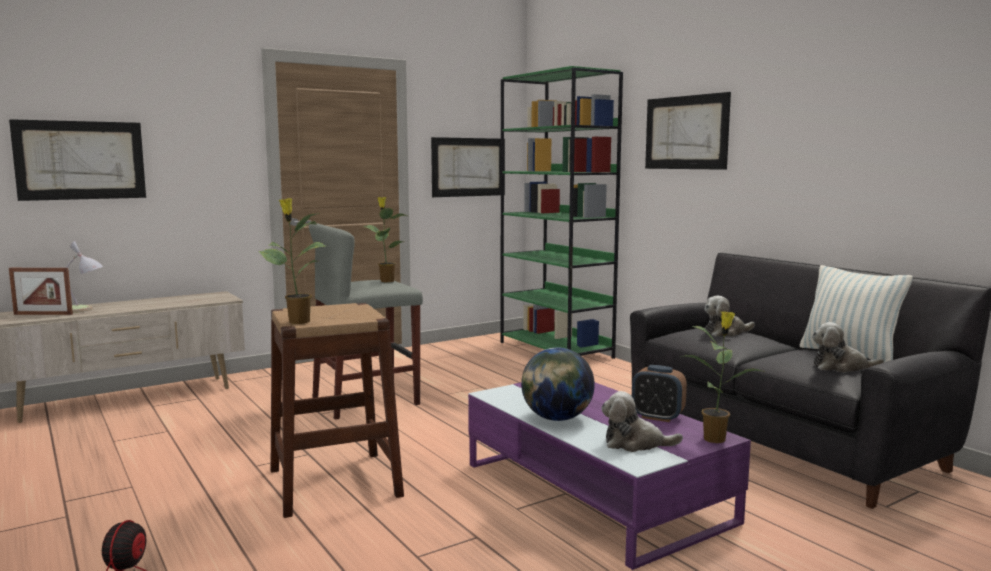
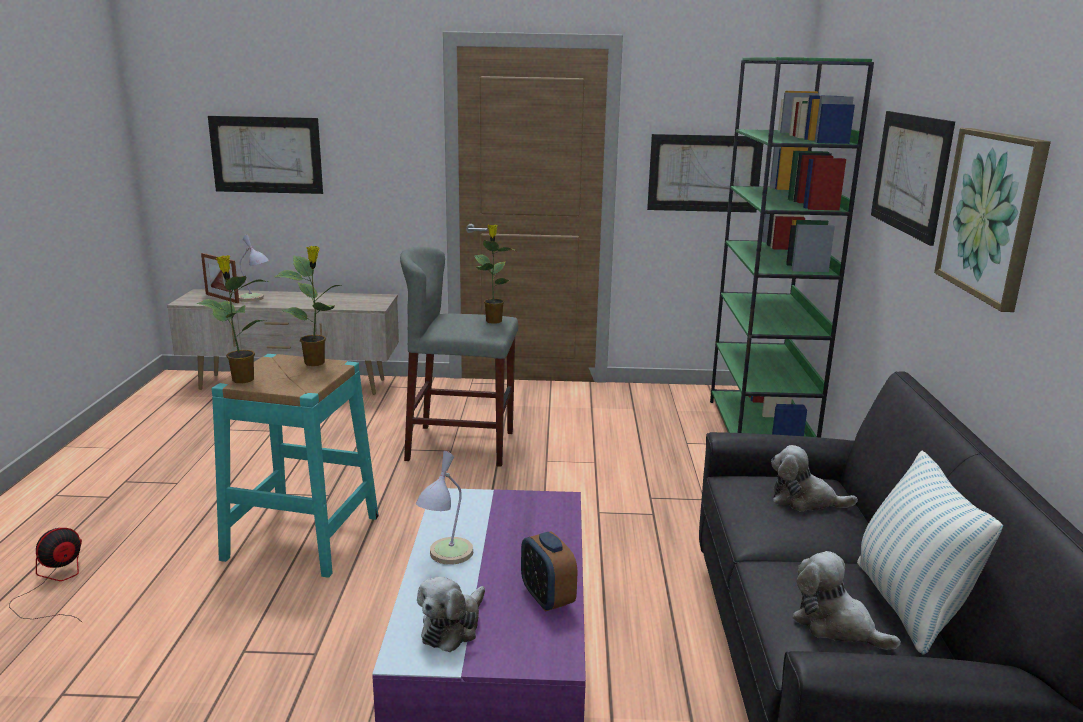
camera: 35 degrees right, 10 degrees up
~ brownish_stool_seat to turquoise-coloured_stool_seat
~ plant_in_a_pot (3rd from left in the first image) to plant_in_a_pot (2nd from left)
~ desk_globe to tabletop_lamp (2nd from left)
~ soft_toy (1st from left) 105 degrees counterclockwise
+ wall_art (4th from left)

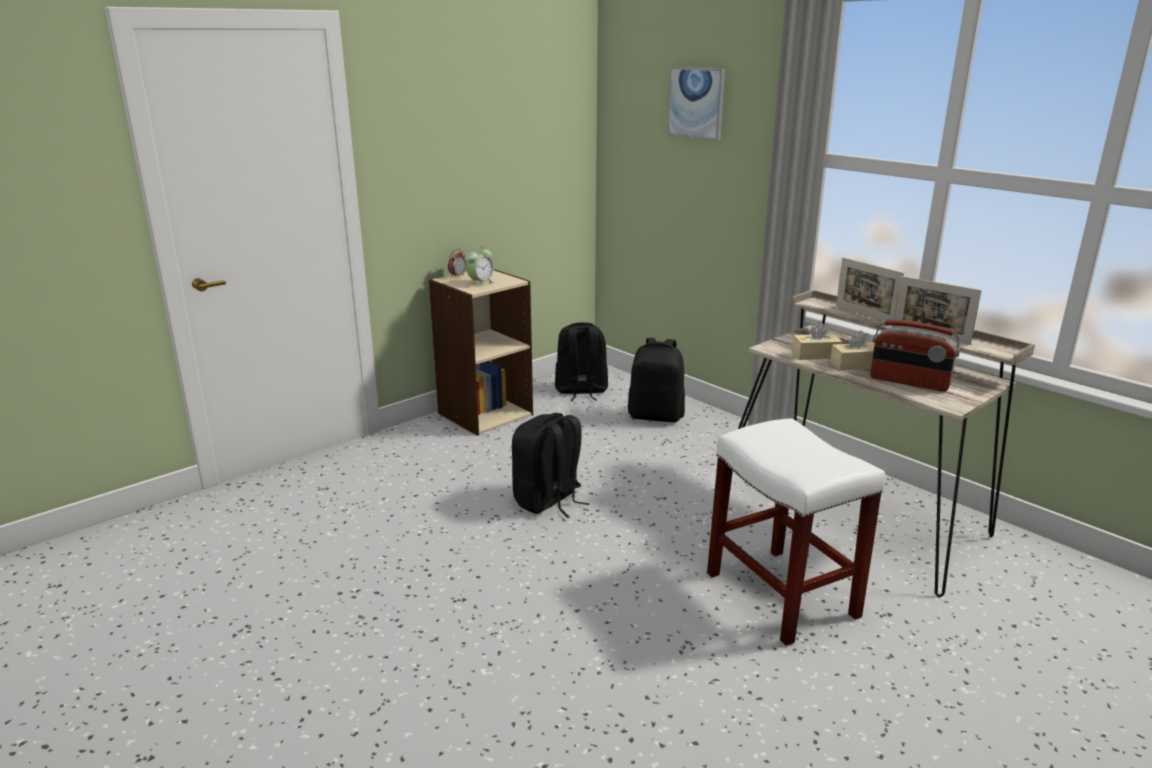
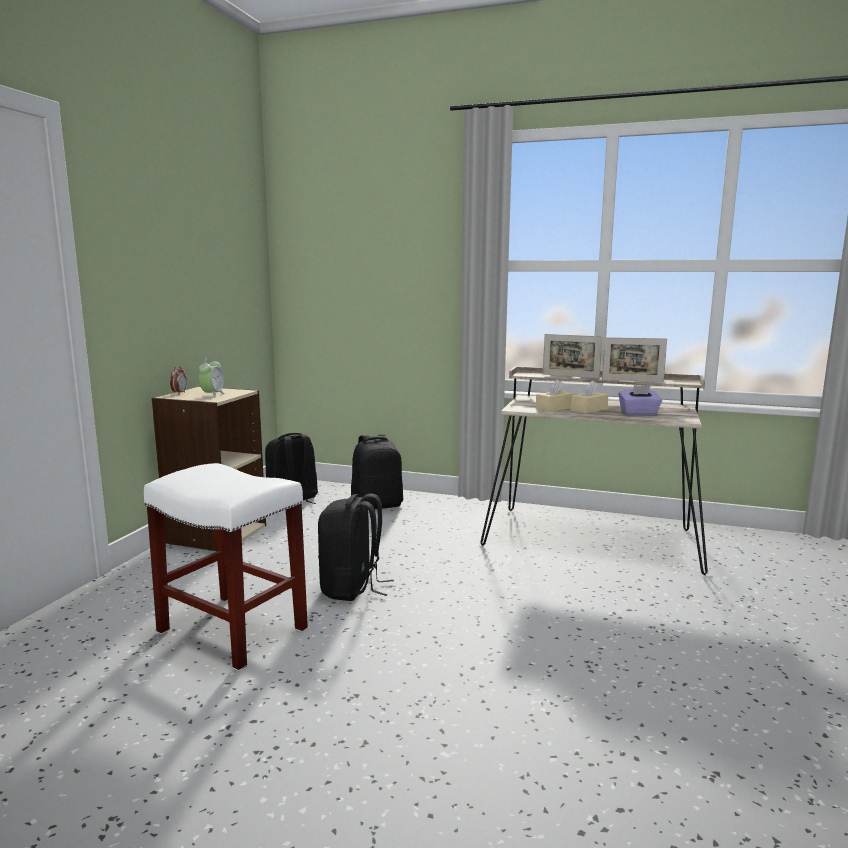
camera: 30 degrees left, 10 degrees down
~ white-coloured_stool_seat
~ radio_receiver to purple-coloured_tissue_box
- wall_art

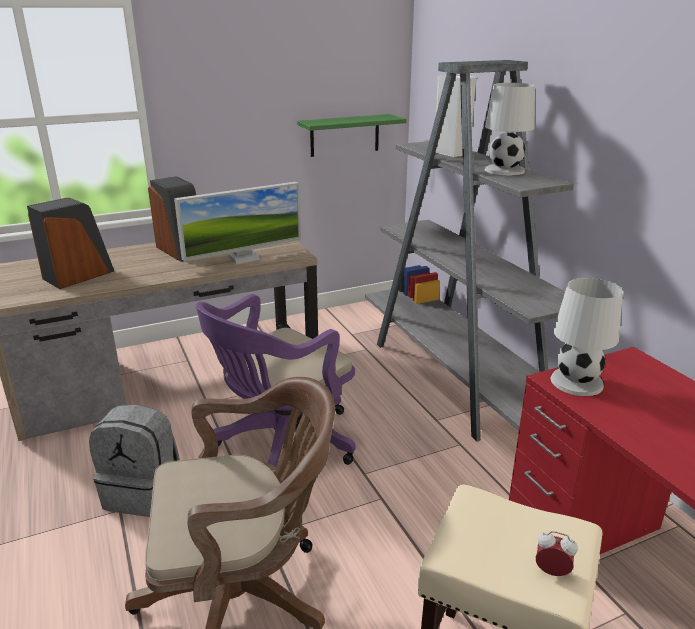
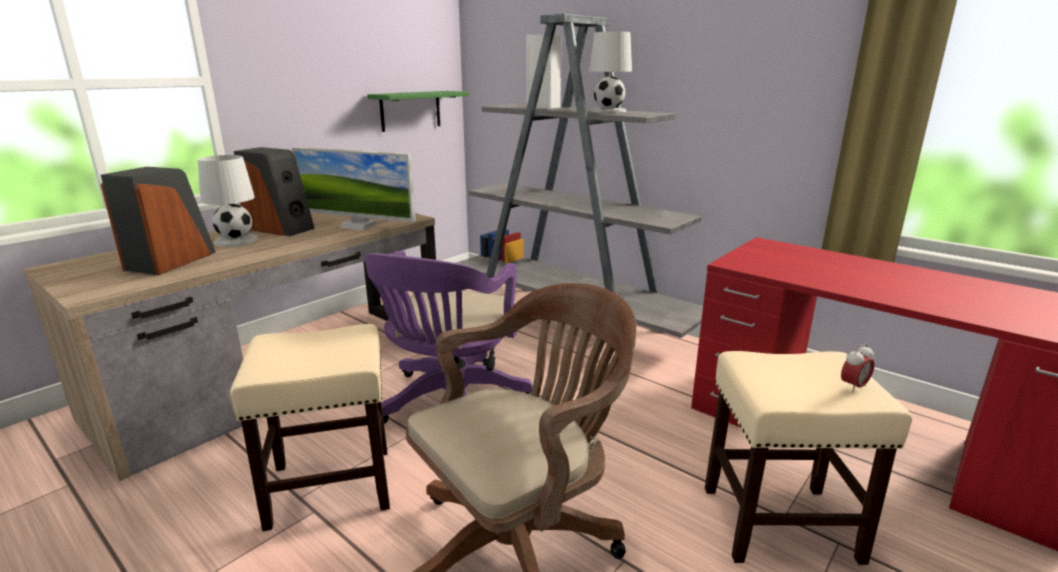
camera: 25 degrees left, 5 degrees down
~ white-coloured_tabletop_lamp (2nd from left in the first image) to white-coloured_tabletop_lamp (1st from left)
~ greyish_backpack to beige_stool_seat (1st from left)
~ computer_screen 75 degrees clockwise
~ alarm_clock 150 degrees clockwise

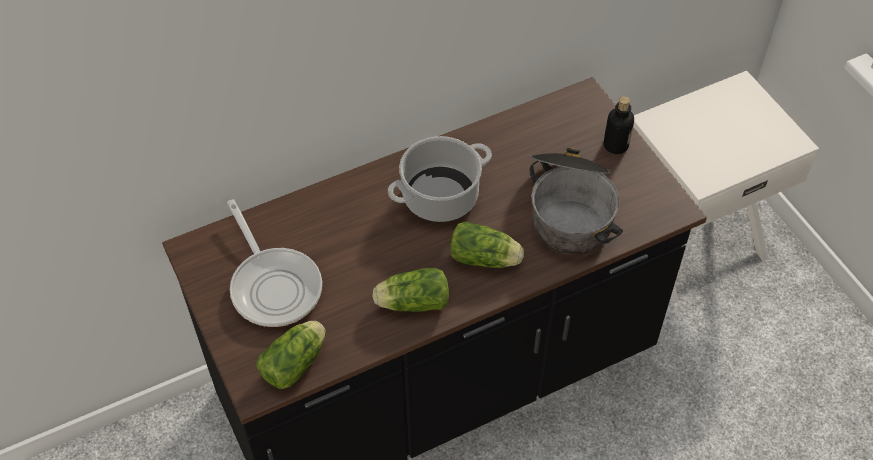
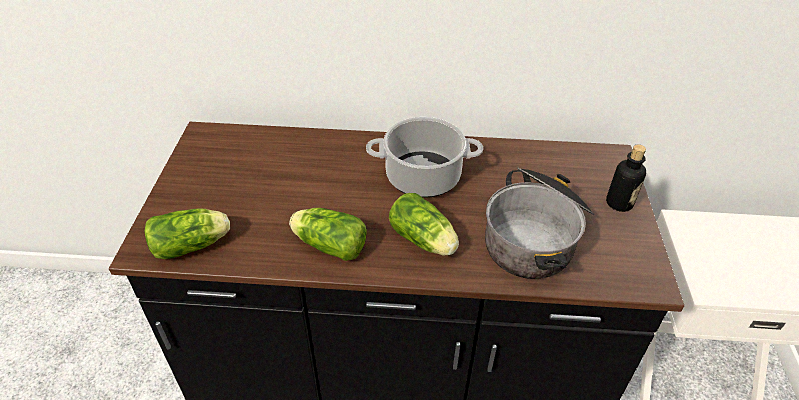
camera: 30 degrees right, 10 degrees down
- frying_pan

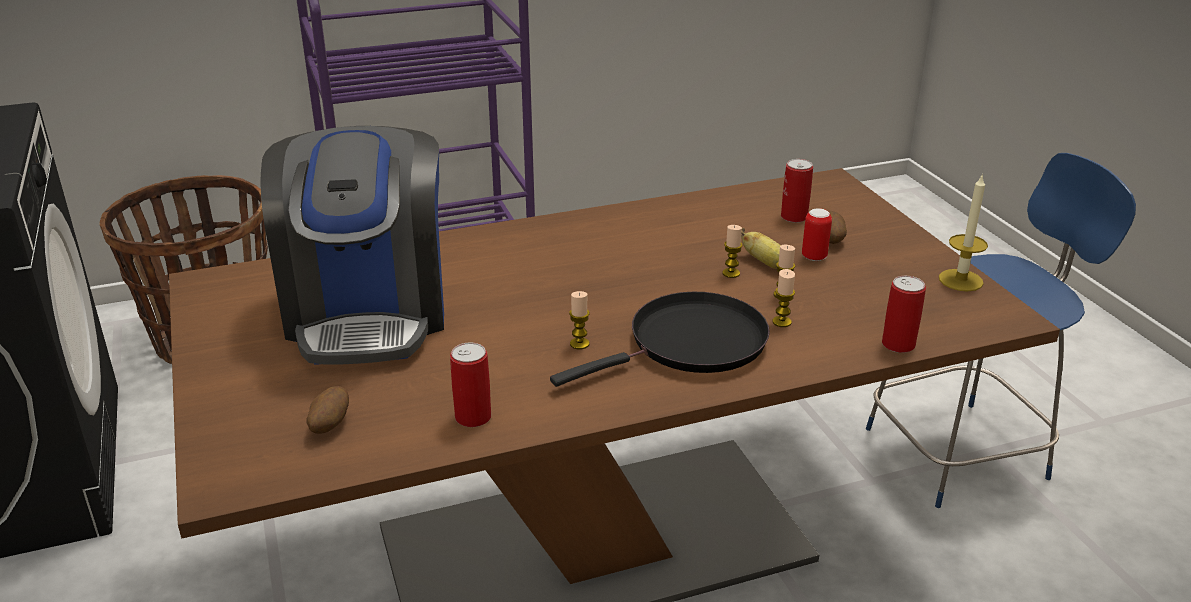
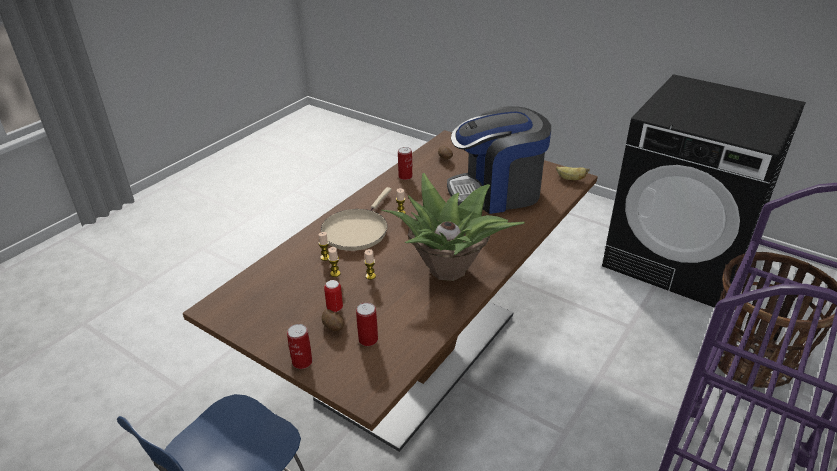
camera: 145 degrees right, 5 degrees up
~ can (4th from left in the first image) to can (1st from left)
~ black-coloured_frying_pan to beige_frying_pan
+ plant_in_a_pot
~ coffee_brewer 60 degrees counterclockwise
~ banana_fruit
- wax_light (5th from left)

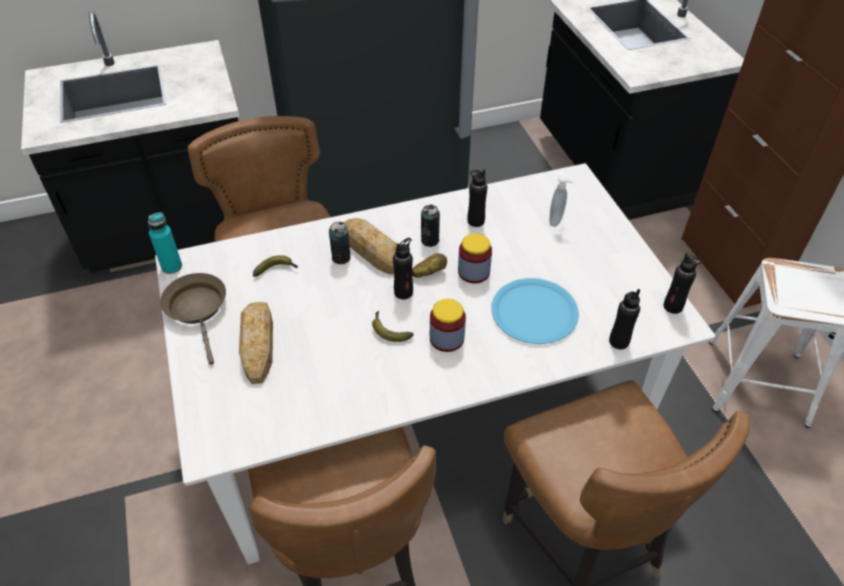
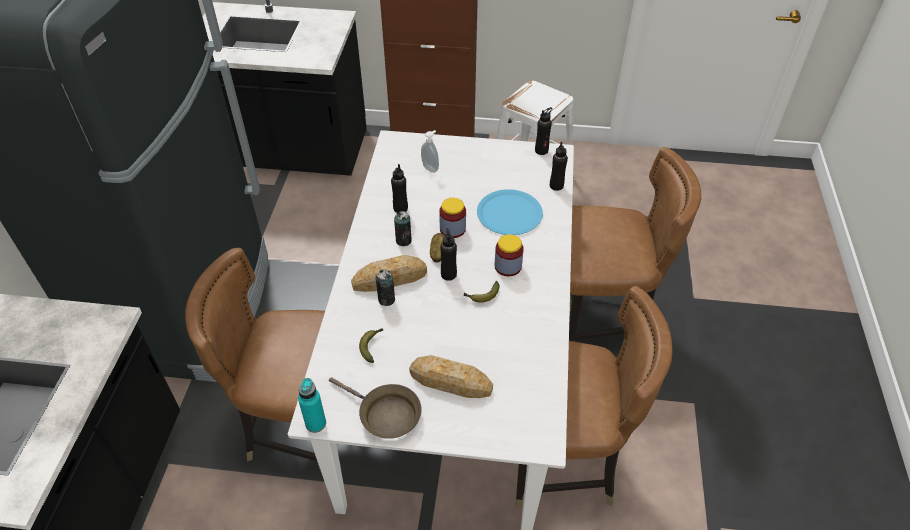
camera: 65 degrees left, 0 degrees up
~ brownish_frying_pan 150 degrees counterclockwise

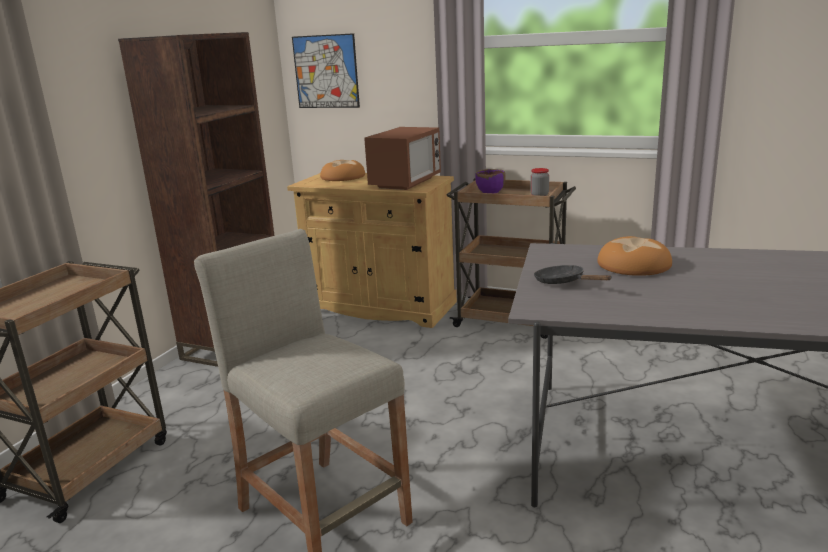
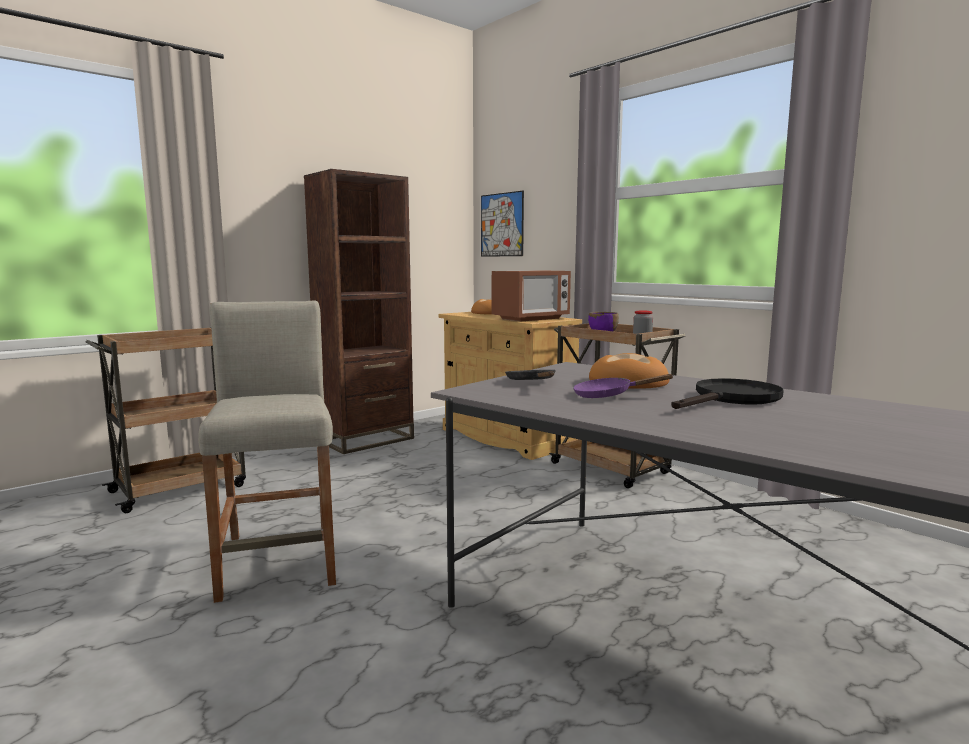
camera: 25 degrees right, 10 degrees down
+ purple-coloured_frying_pan
+ black-coloured_frying_pan (2nd from left)

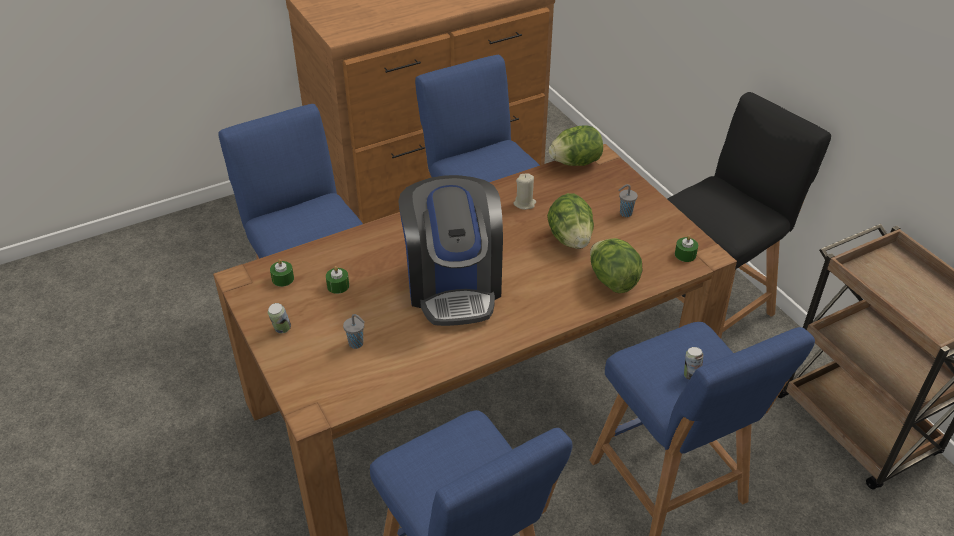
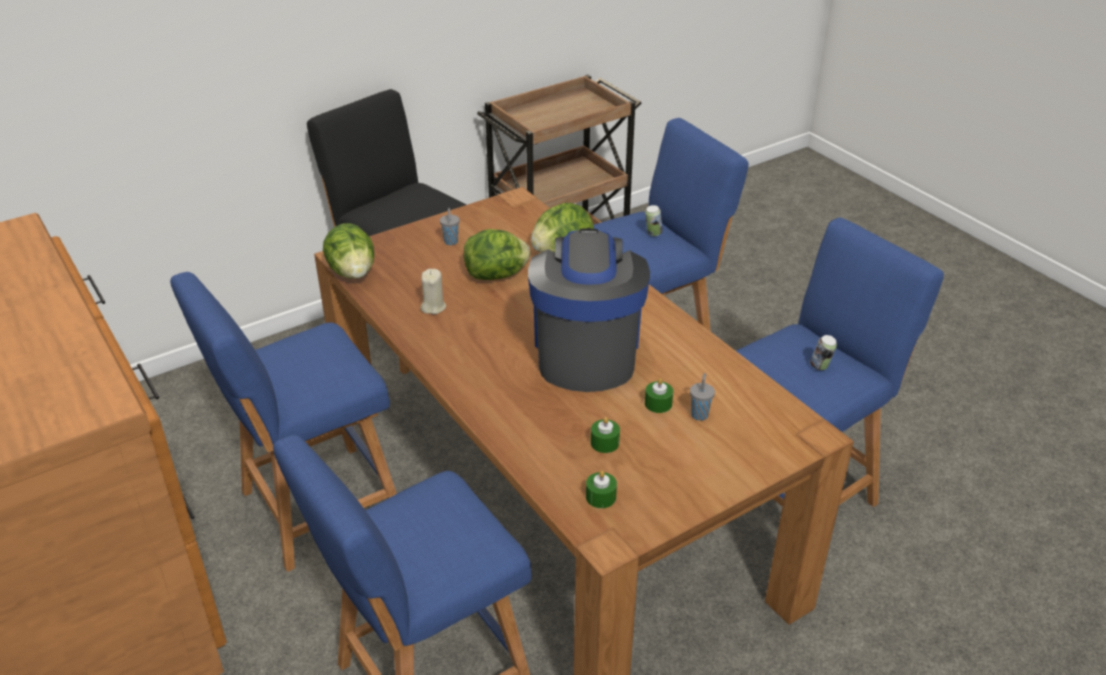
camera: 95 degrees left, 5 degrees down
~ coffee_brewer 75 degrees counterclockwise
~ greenish_wax_light (3rd from left)
~ can (1st from left in the first image) to can (2nd from left)

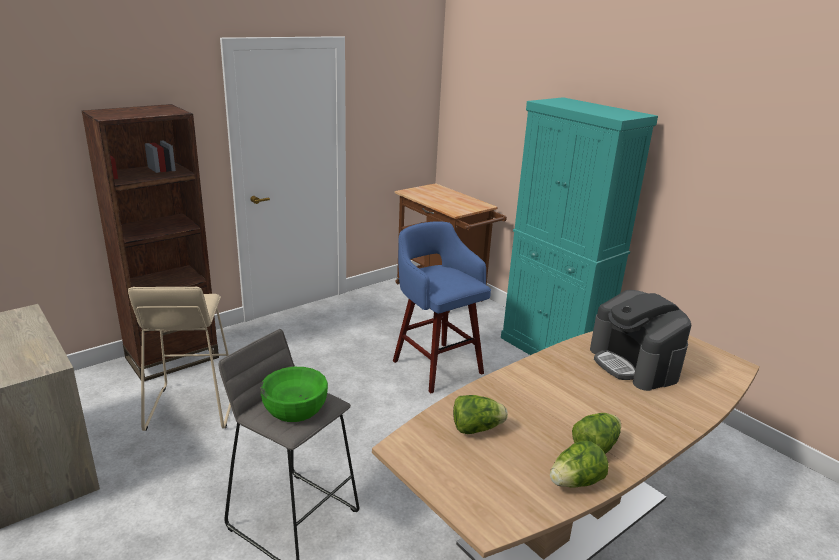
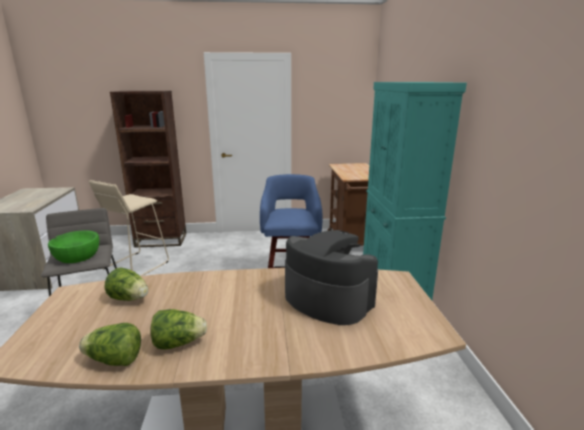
camera: 35 degrees right, 5 degrees down
~ coffee_brewer 120 degrees clockwise

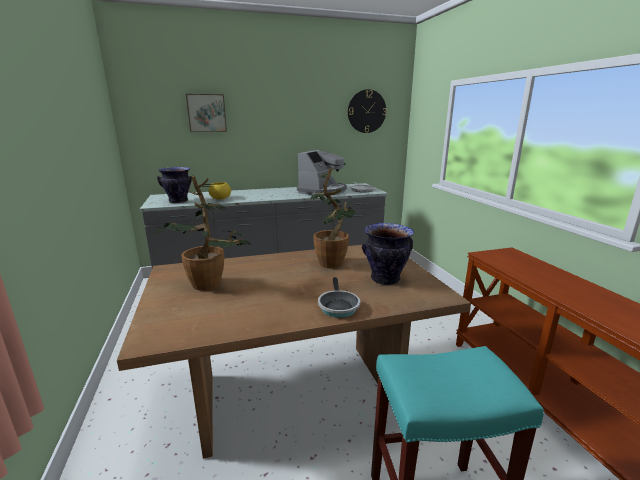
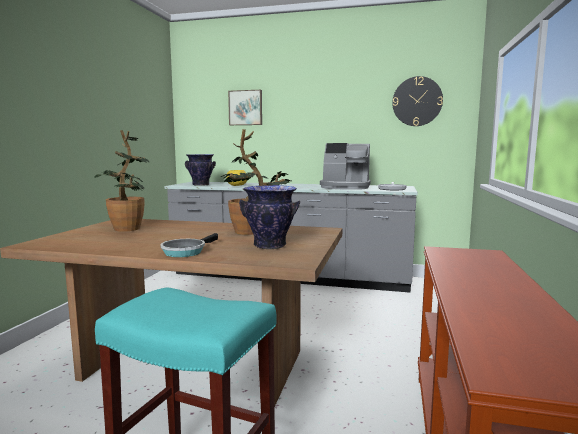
camera: 30 degrees right, 10 degrees down
~ coffee_brewer 45 degrees clockwise

